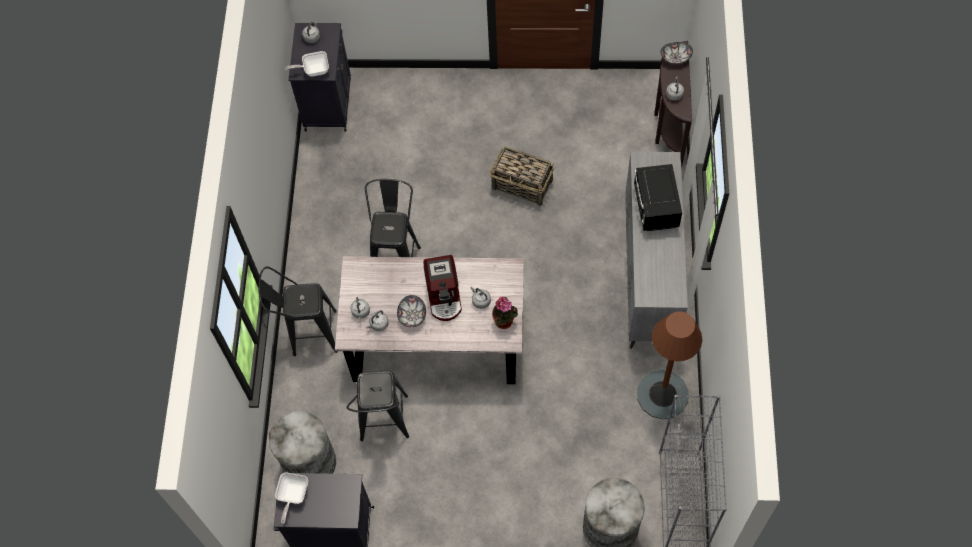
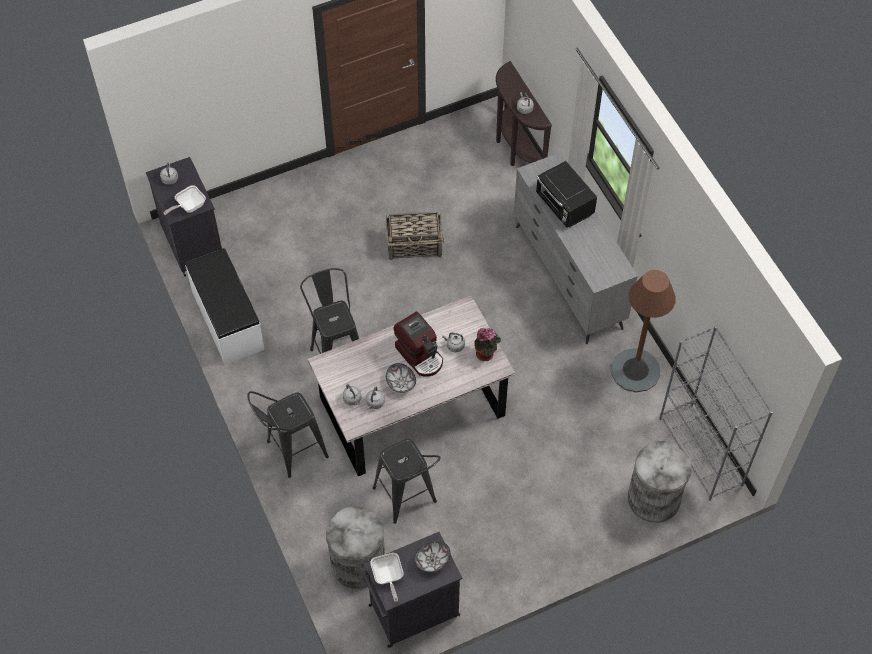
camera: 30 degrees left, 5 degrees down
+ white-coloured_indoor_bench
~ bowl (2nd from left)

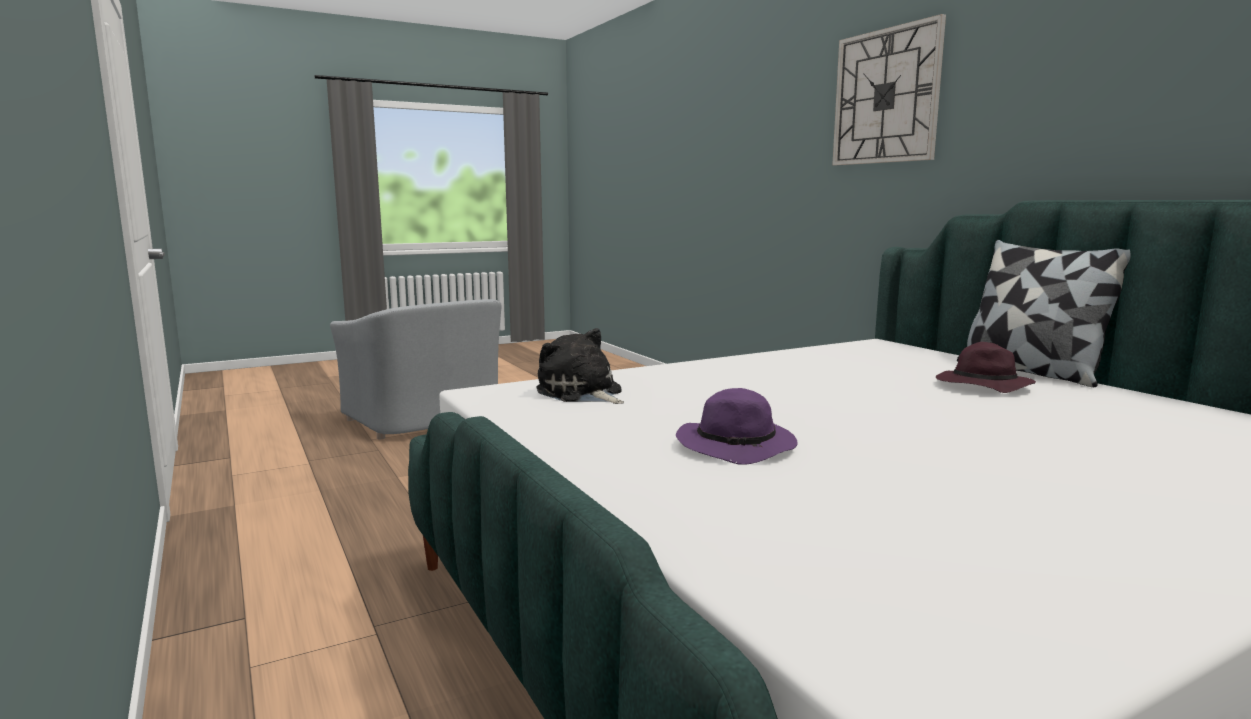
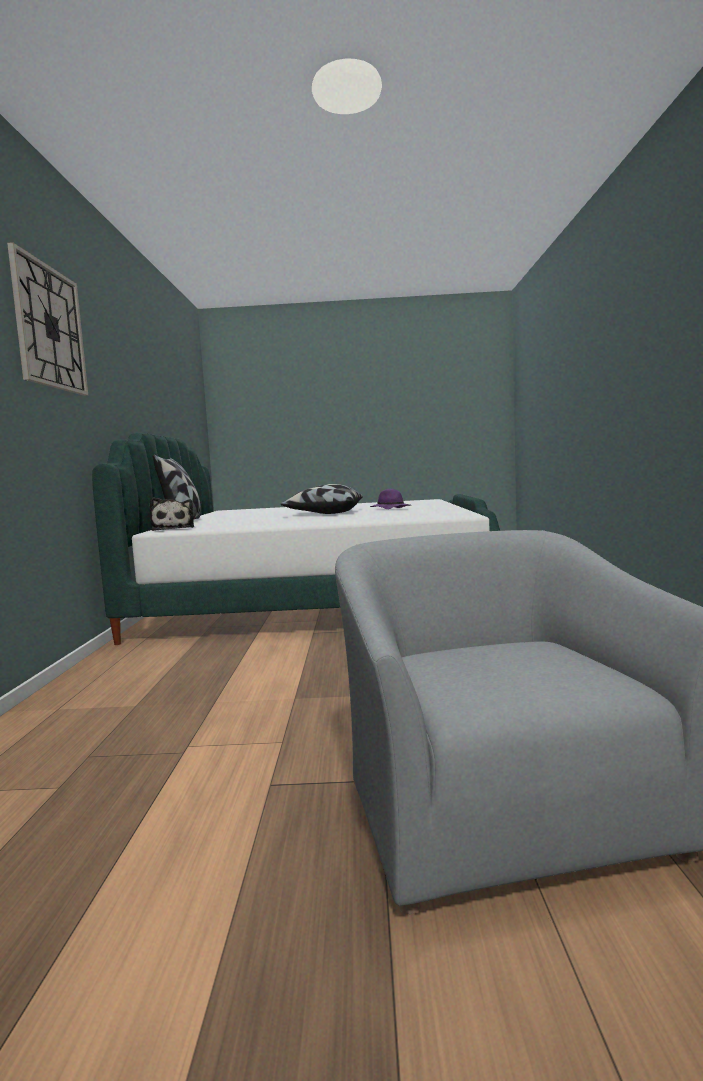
camera: 150 degrees left, 5 degrees down
~ soft_toy
+ cushion (2nd from left)
- purple-coloured_hat (2nd from left)

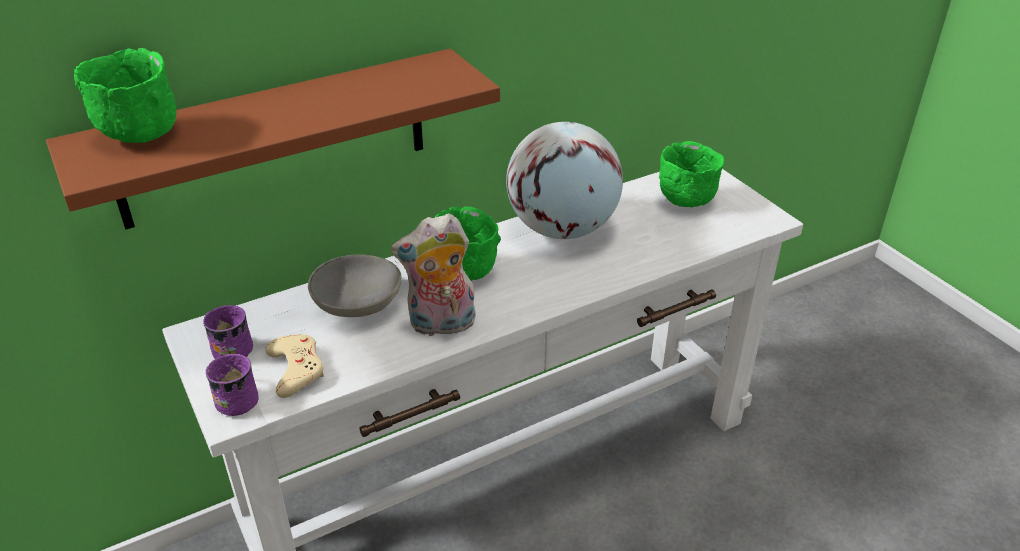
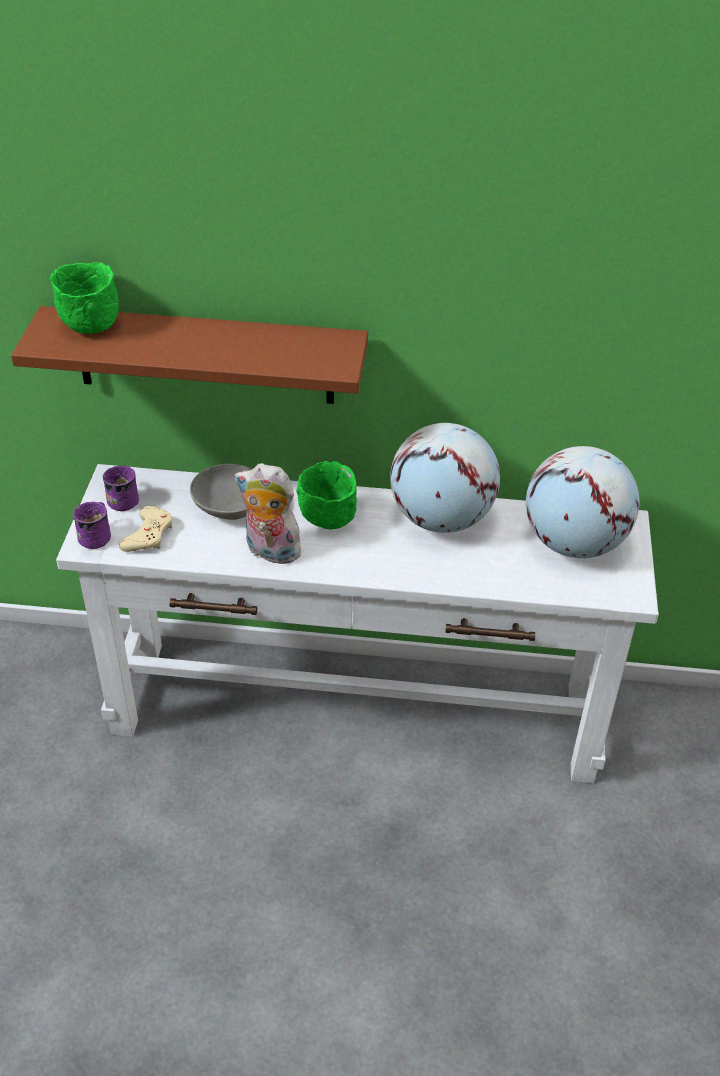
camera: 35 degrees right, 5 degrees up
~ greenish_bowl (3rd from left) to desk_globe (2nd from left)

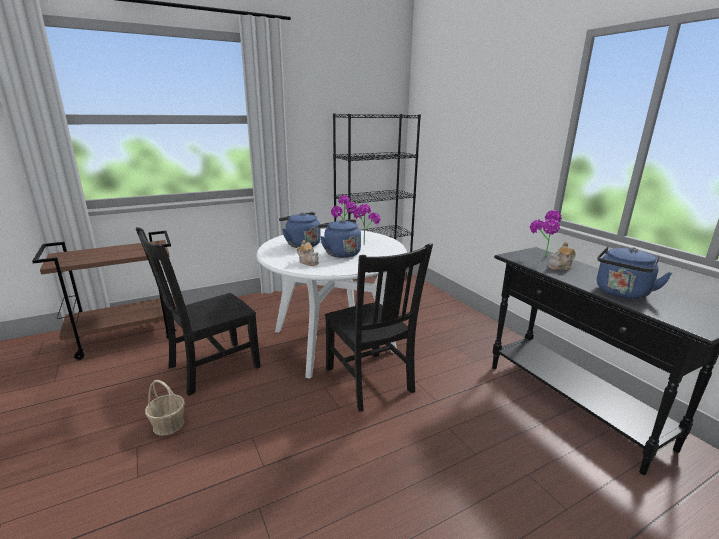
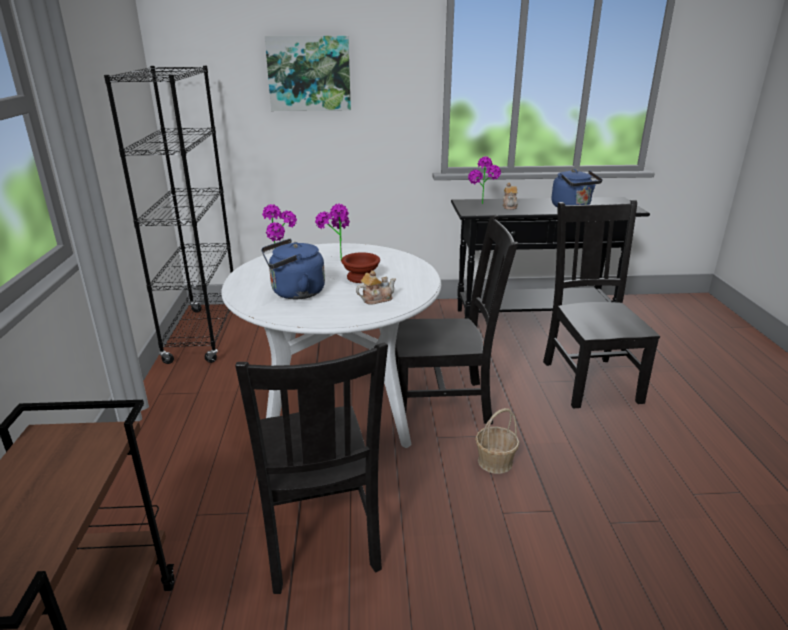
camera: 65 degrees left, 5 degrees up
+ wall_art
~ blue-coloured_water_kettle (2nd from left) to brownish_bowl
~ basket
+ black-coloured_upright_chair (3rd from left)

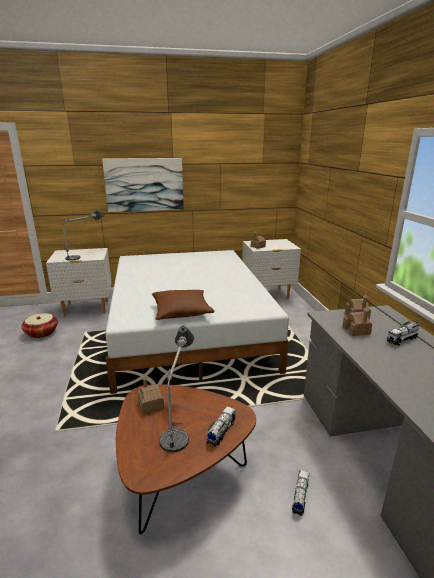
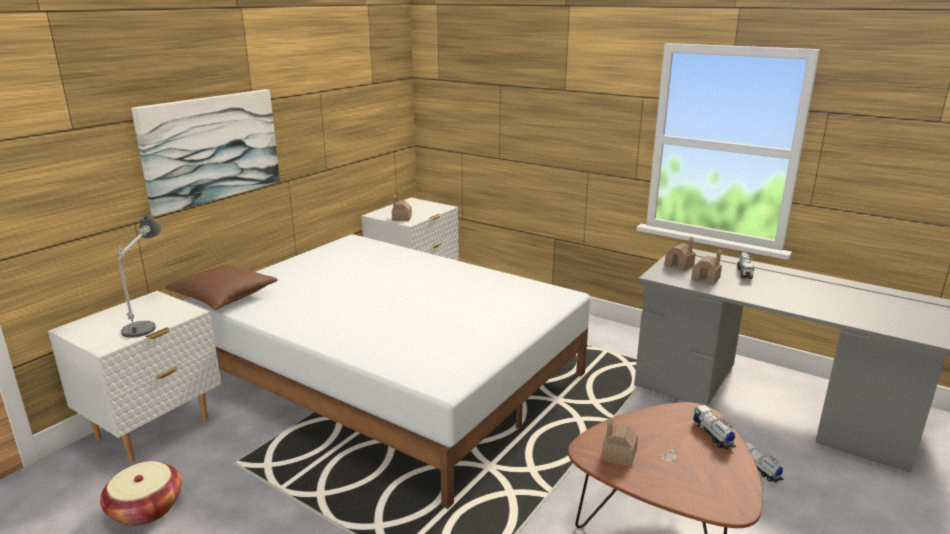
camera: 45 degrees left, 0 degrees up
~ brownish_cushion
- tabletop_lamp (2nd from left)

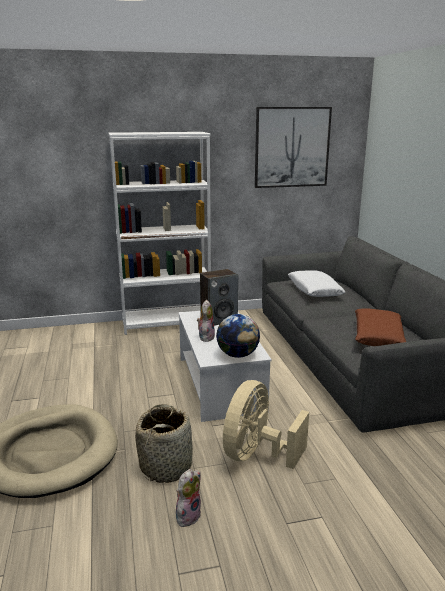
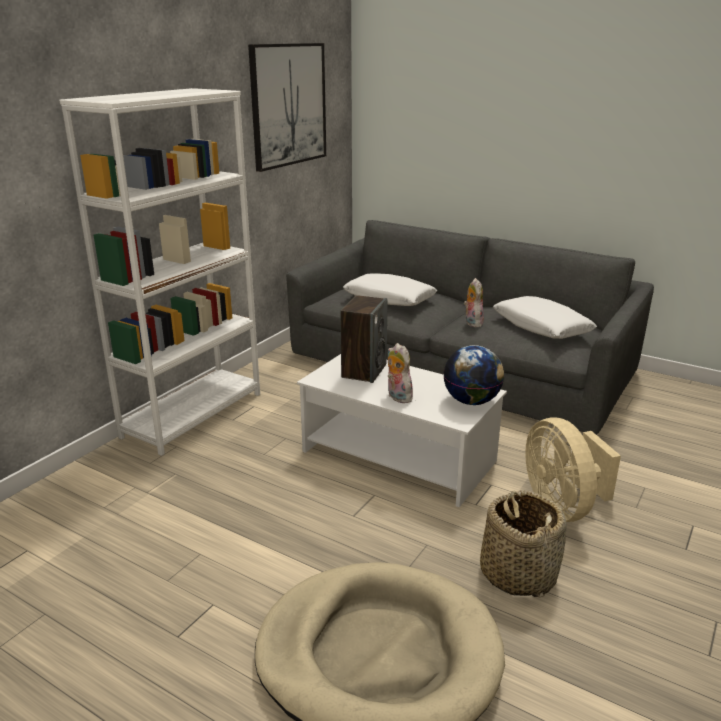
camera: 45 degrees left, 5 degrees up
~ soft_toy (1st from left in the first image) to soft_toy (2nd from left)
~ brownish_cushion to white-coloured_cushion (2nd from left)

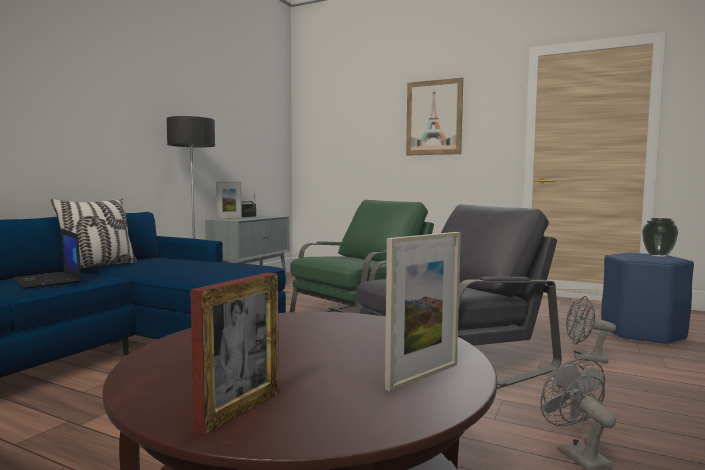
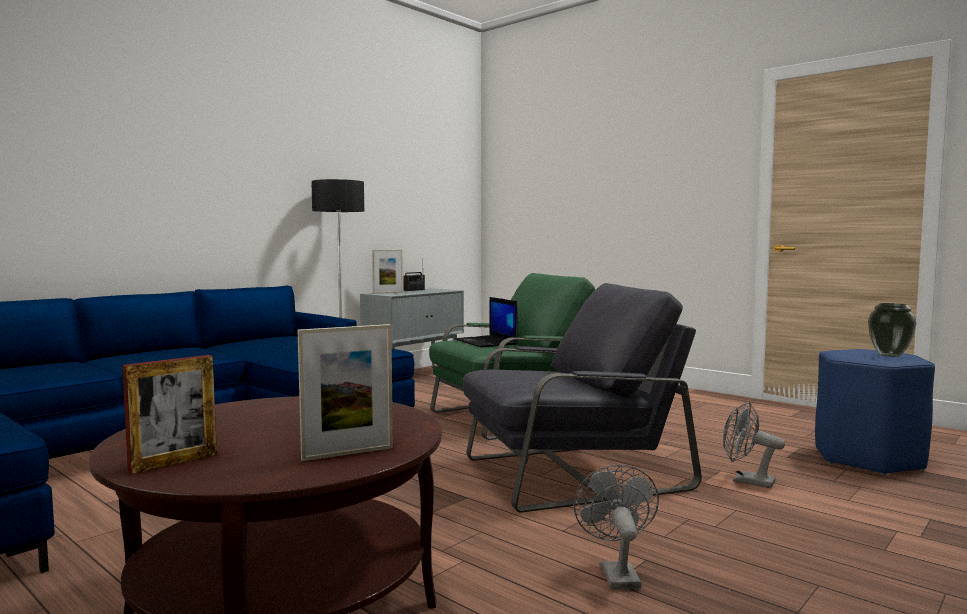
camera: 15 degrees right, 0 degrees up
~ notebook_computer
- cushion
- wall_art

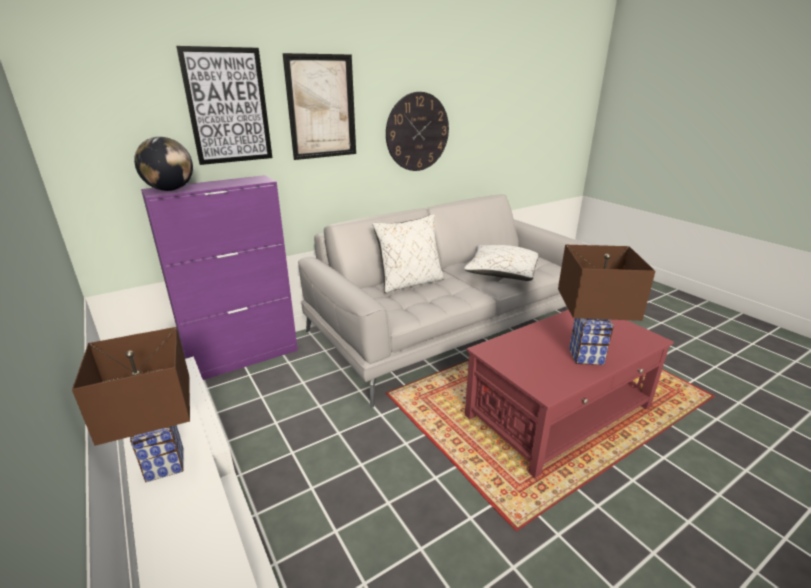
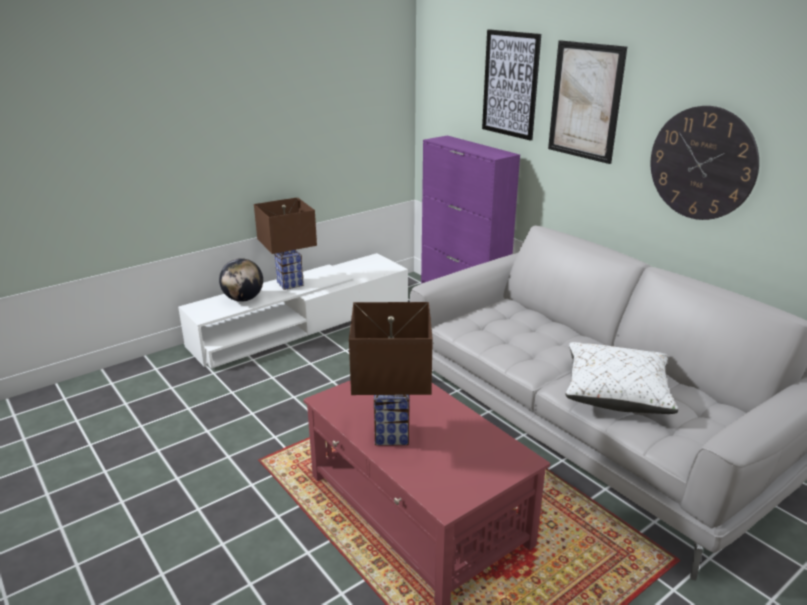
camera: 85 degrees right, 0 degrees up
~ desk_globe
- white-coloured_cushion (1st from left)

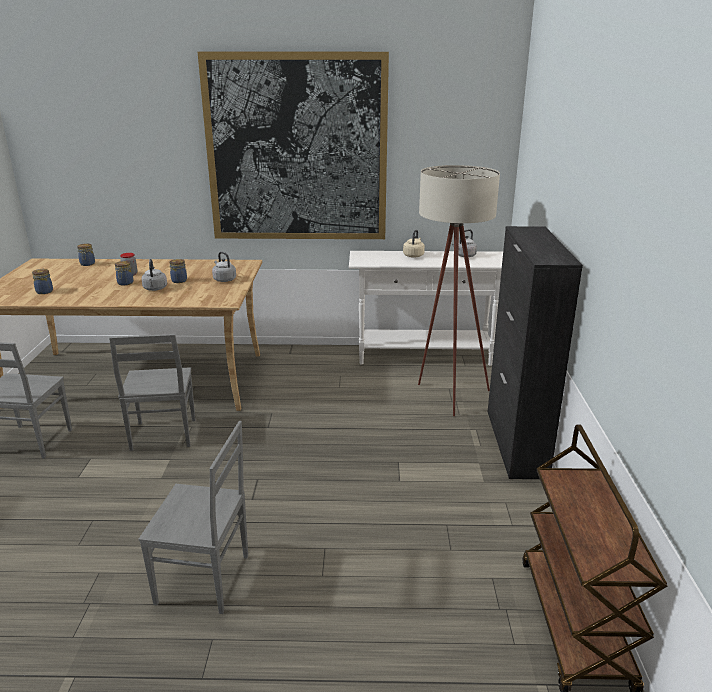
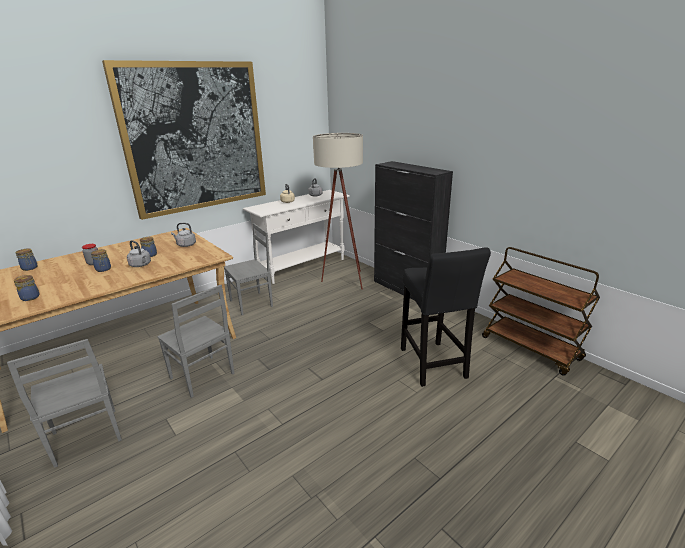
camera: 40 degrees left, 0 degrees up
~ greyish_upright_chair (3rd from left)
+ black-coloured_stool_seat

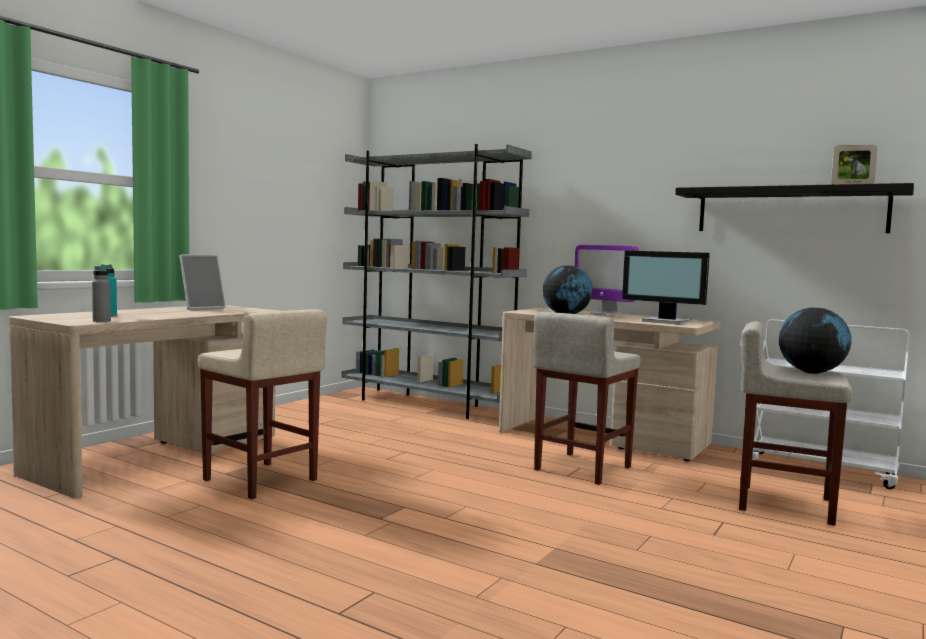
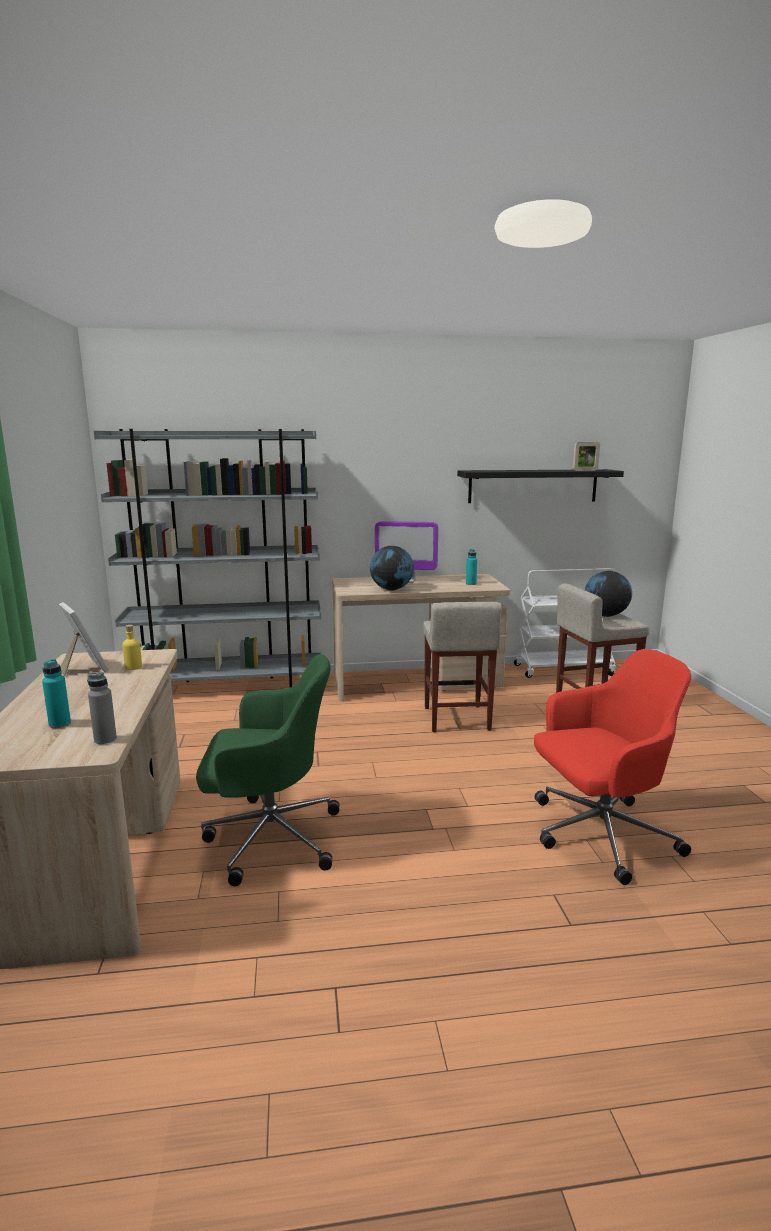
camera: 40 degrees left, 10 degrees up
~ photo_frame (1st from left) 45 degrees counterclockwise
+ yellow-coloured_drink_bottle
~ beige_stool_seat (1st from left) to greenish_computer_chair
~ computer_screen (2nd from left) to turquoise-coloured_drink_bottle (2nd from left)
+ reddish_computer_chair

